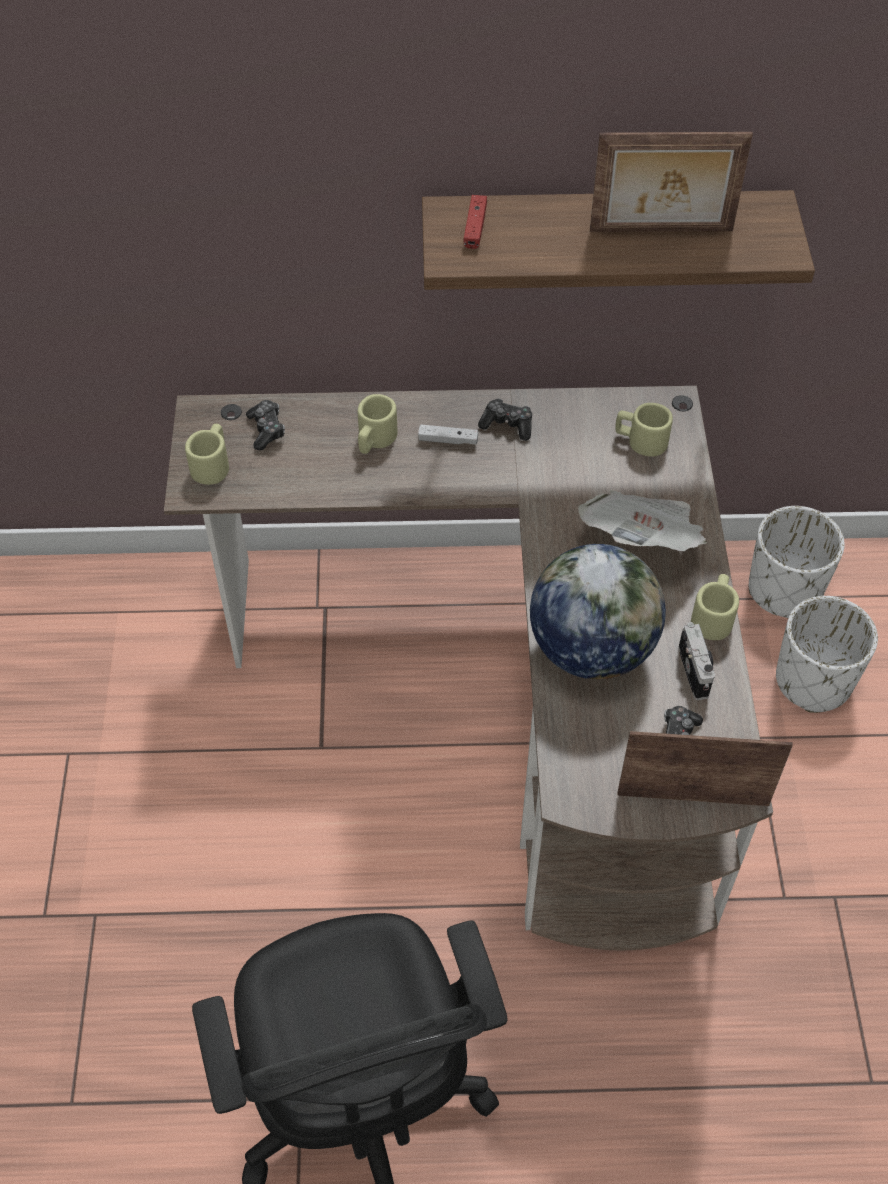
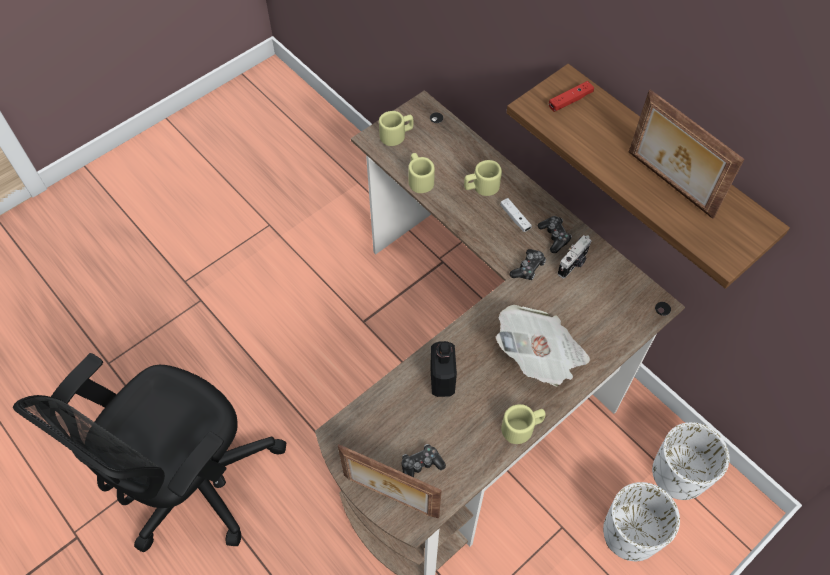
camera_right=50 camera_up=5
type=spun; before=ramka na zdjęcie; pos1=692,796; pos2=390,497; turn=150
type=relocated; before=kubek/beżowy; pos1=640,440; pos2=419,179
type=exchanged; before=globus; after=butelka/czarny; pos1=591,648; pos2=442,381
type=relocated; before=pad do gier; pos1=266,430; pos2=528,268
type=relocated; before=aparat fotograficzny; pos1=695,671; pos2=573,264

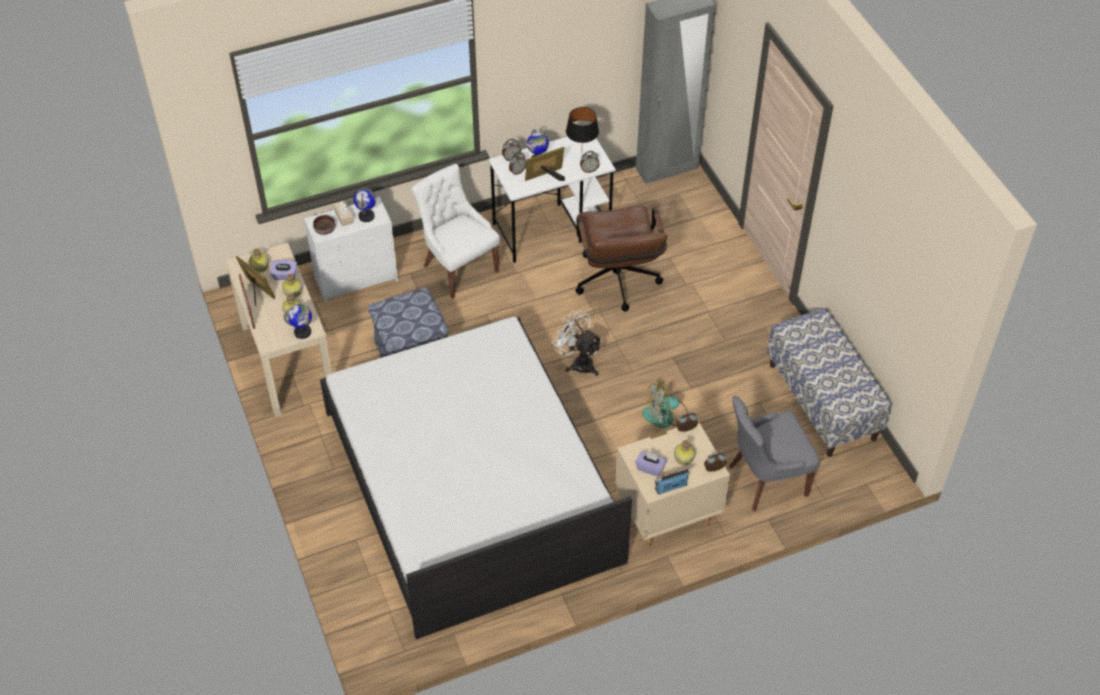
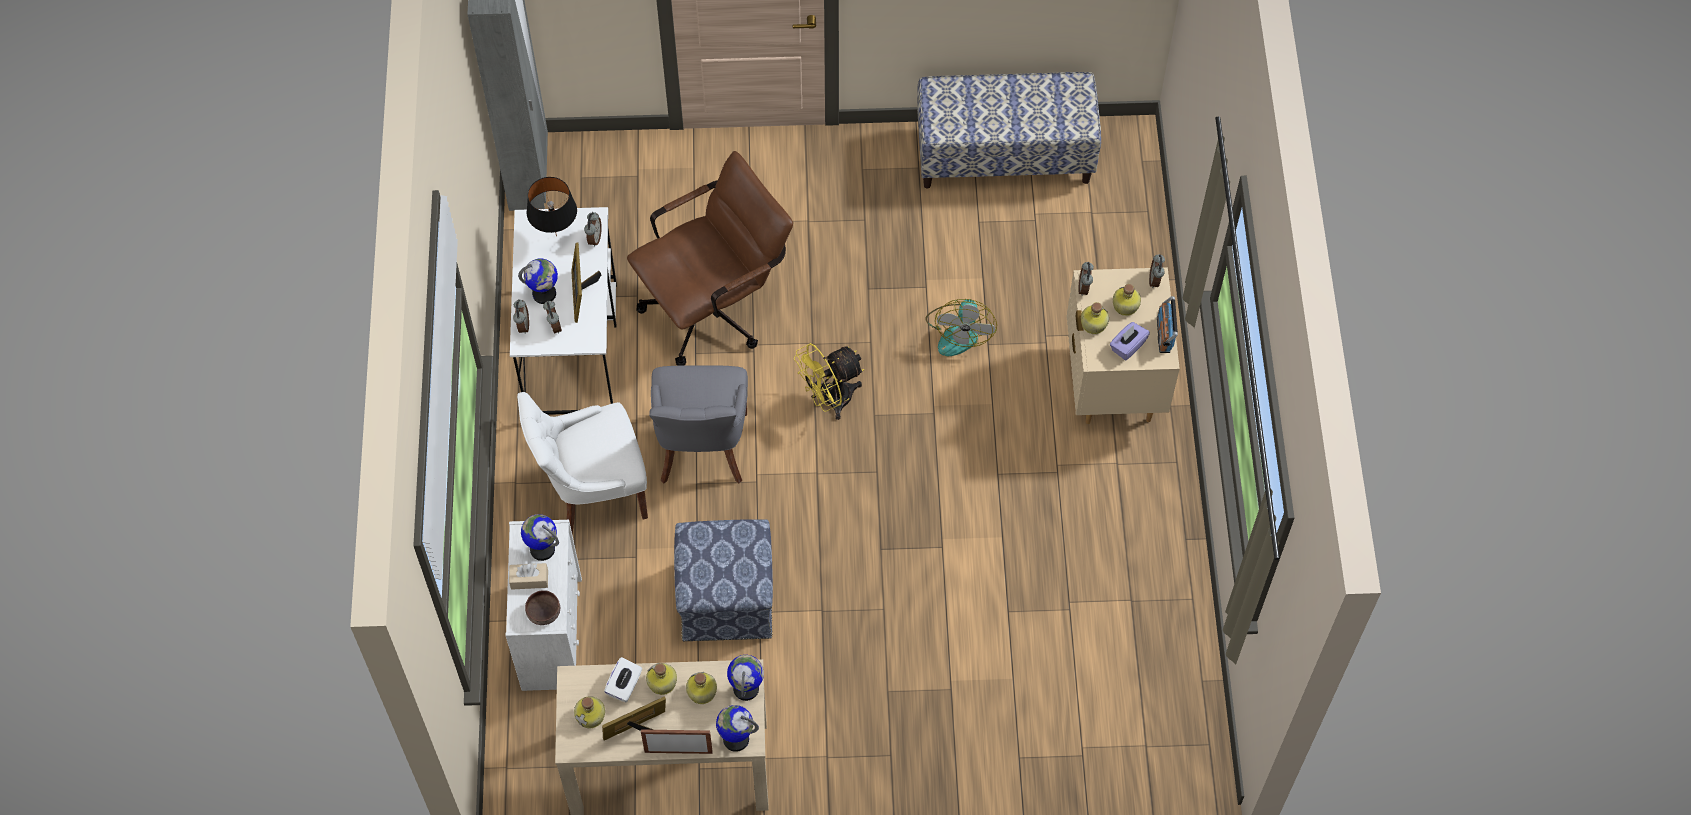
camera_right=-70 camera_up=10
type=colour; before=pudełko chusteczek/fioletowy; after=pudełko chusteczek/biały; pos1=284,276; pos2=624,686
type=spun; before=krzesło biurowe/brązowy; pos1=617,285; pos2=715,307; turn=-45
type=relocated; before=krzesło/szary; pos1=765,480; pos2=702,449
type=appeared; after=globus; pos2=735,739
type=colour; before=wentylator/biały; after=wentylator/żółty; pos1=578,362; pos2=830,400
type=appeared; after=butelka; pos2=1092,324
type=missing; before=łóżko/biały; pos1=472,486

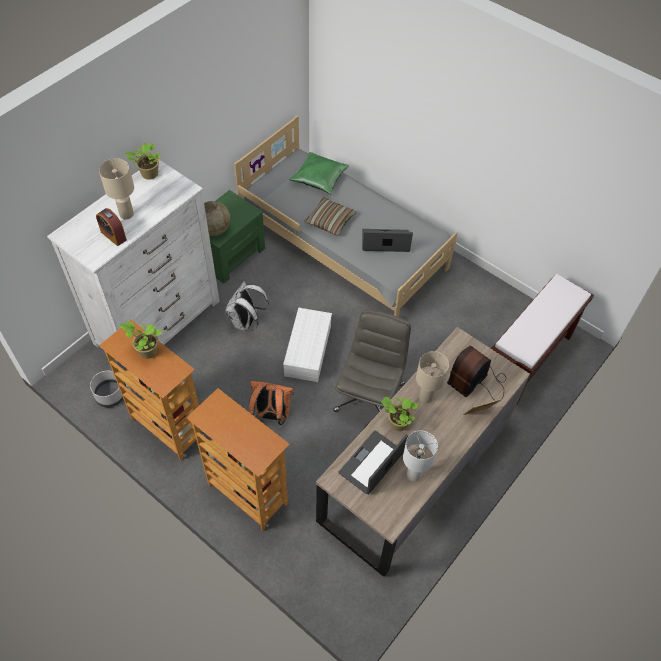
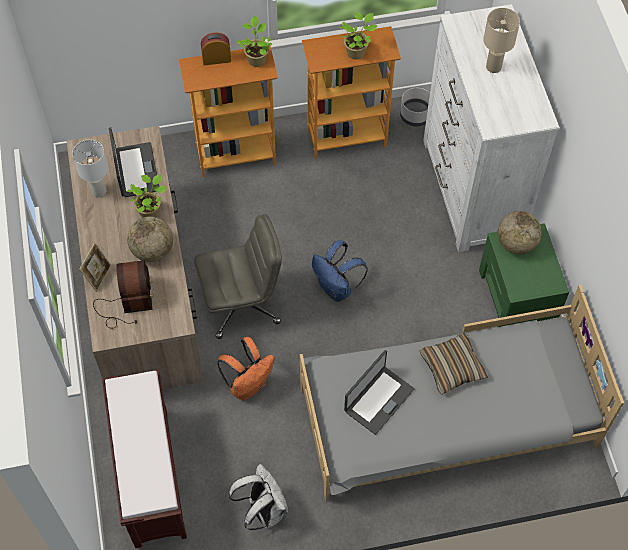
camera_right=130 camera_up=5
type=exchanged; before=lampa stołowa/beżowy; after=globus; pos1=425,396; pos2=153,250
type=spun; before=krzesło biurowe/szary; pos1=369,396; pos2=242,303; turn=-75
type=relocated; before=budzik; pos1=113,235; pos2=216,59
type=relocated; before=plecak/pomarańczowy; pos1=271,415; pos2=248,384
type=relocated; before=plecak/biały; pos1=246,322; pos2=263,510
type=relocated; before=roślina doniczkowa; pos1=148,174; pos2=256,59
type=exchanged; before=pojemnik do przechowywania/biały; after=plecak/niebieski; pos1=307,349; pos2=337,288
type=missing; before=poduszka/zielony; pos1=319,178

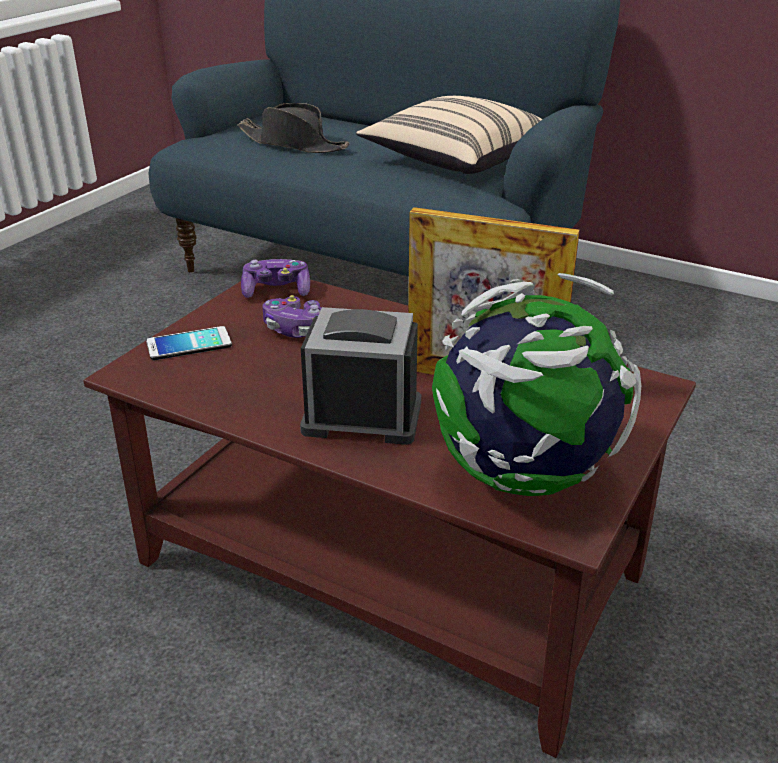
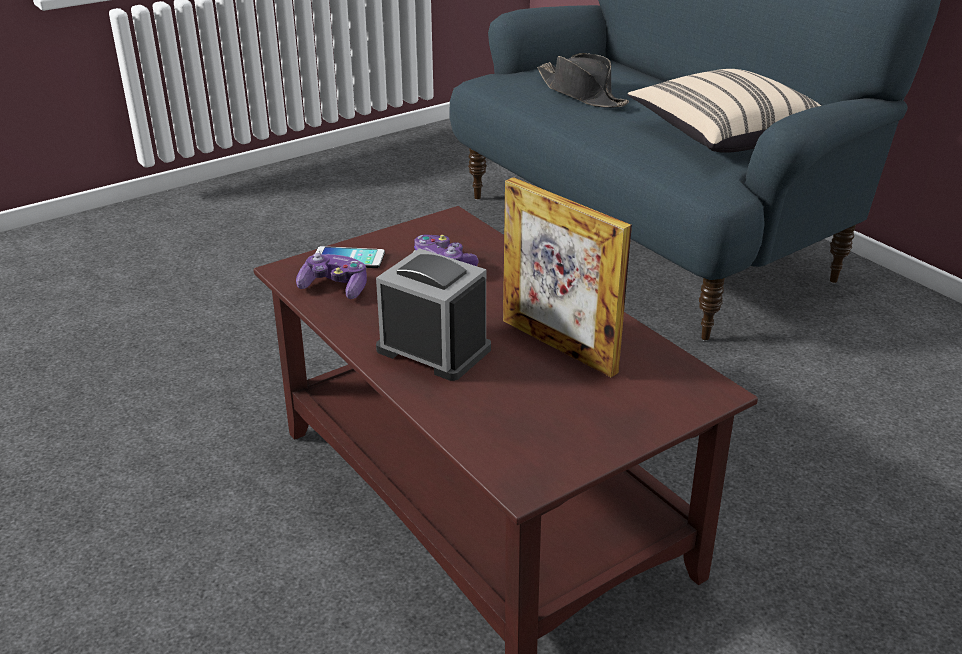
camera_right=25 camera_up=0
type=relocated; before=pad do gier; pos1=276,291; pos2=335,287
type=missing; before=globus; pos1=522,476

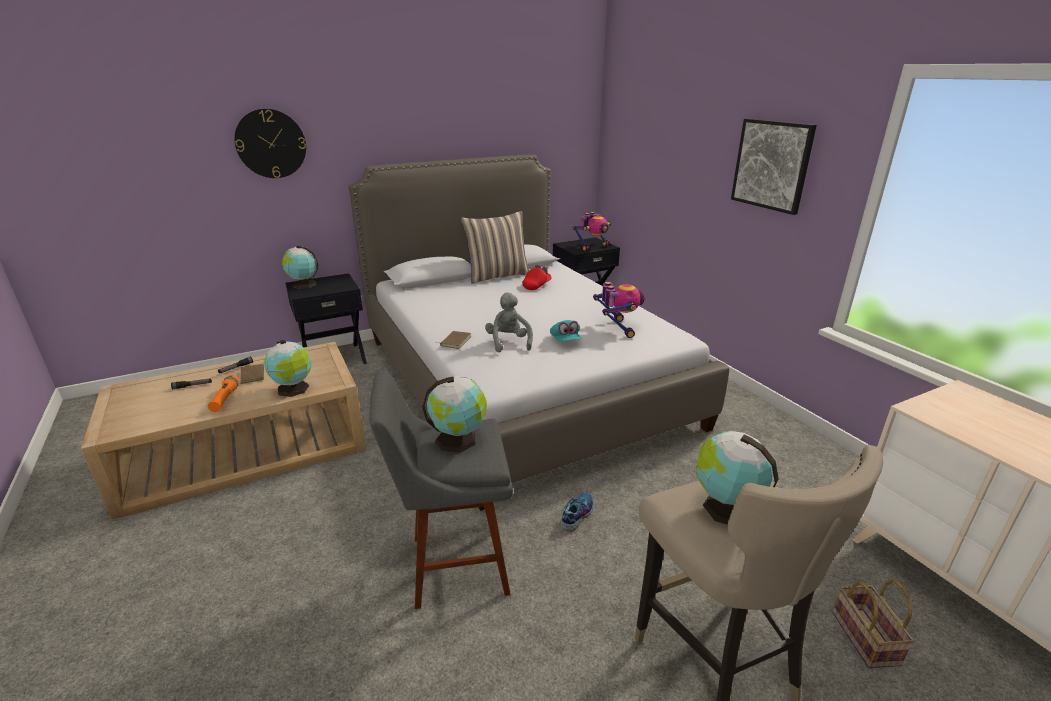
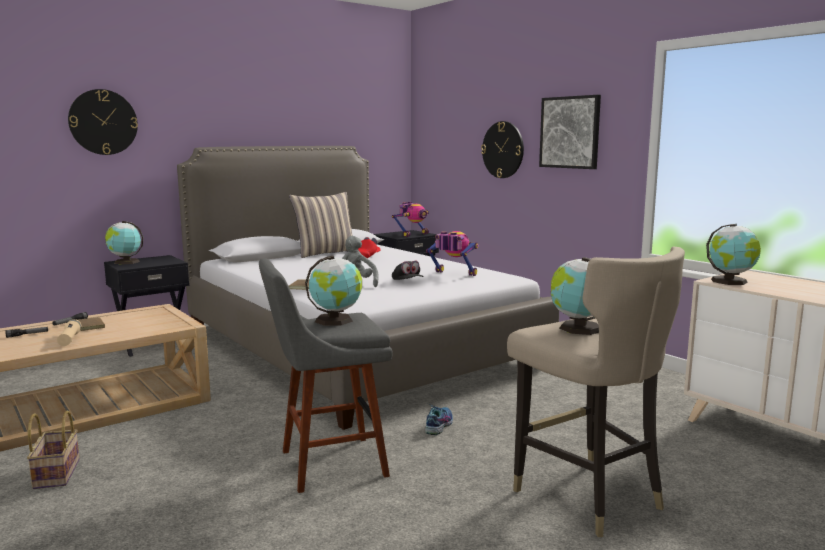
camera_right=-10 camera_up=-15
type=relocated; before=koszyk; pos1=862,636; pos2=56,473
type=colour; before=latarka/pomarańczowy; after=latarka/beżowy; pos1=225,399; pos2=70,339
type=colour; before=czapka z daszkiem/turkusowy; after=czapka z daszkiem/czarny; pos1=565,340; pos2=407,282
type=spun; before=robot zabawkowy; pos1=617,328; pos2=453,275; turn=-45
type=appeared; after=zegar ścienny; pos2=503,149
type=relocated; before=globus; pos1=294,389; pos2=731,281

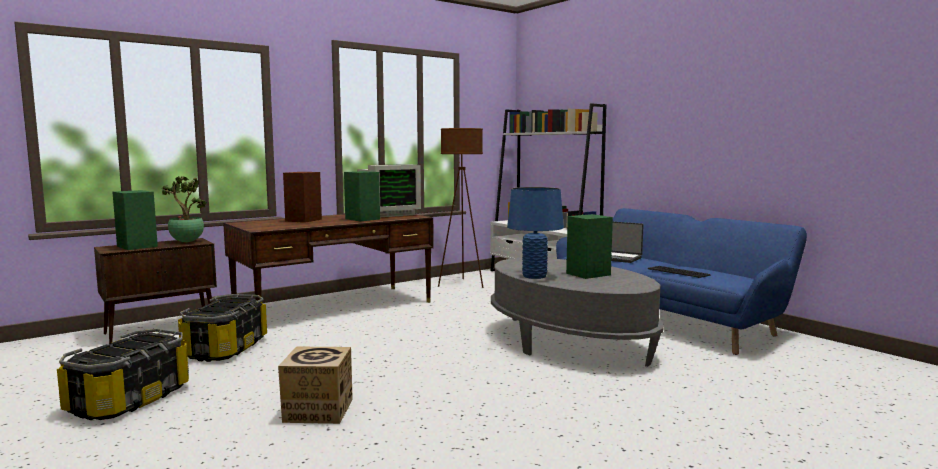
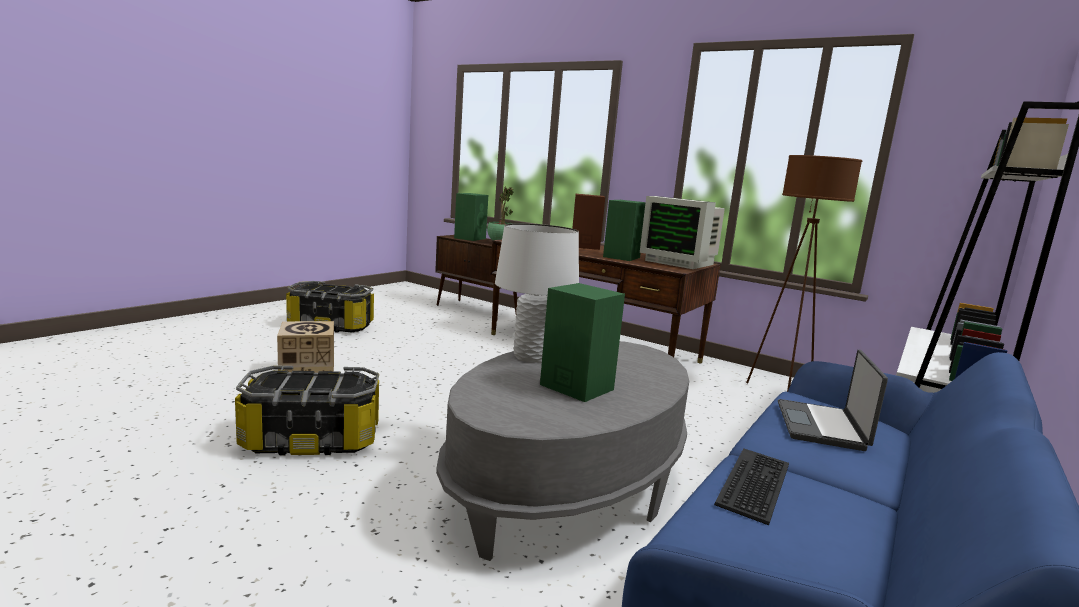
camera_right=70 camera_up=5
type=relocated; before=pojemnik do przechowywania; pos1=225,348; pos2=312,440
type=colour; before=lampa stołowa/niebieski; after=lampa stołowa/biały; pos1=534,276; pos2=531,357

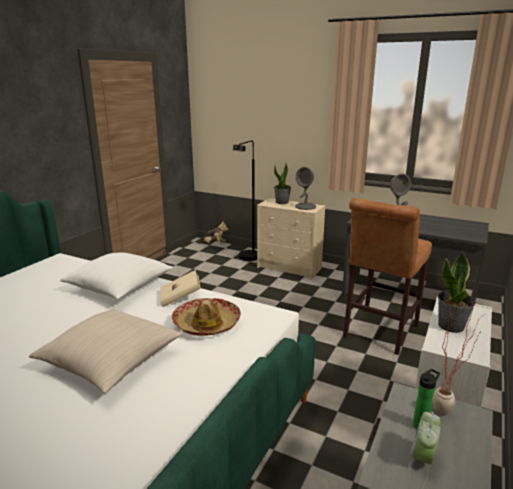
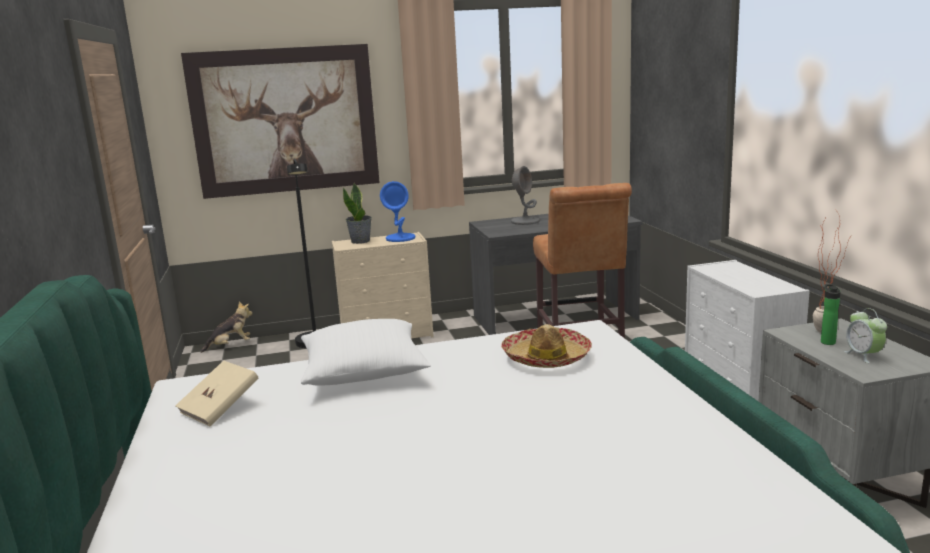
camera_right=-40 camera_up=-5
type=relocated; before=książka/beżowy; pos1=180,298; pos2=220,409
type=appeared; after=obraz; pos2=285,121
type=colour; before=lampa stołowa/szary; after=lampa stołowa/niebieski; pos1=305,207; pos2=400,238
type=missing; before=poduszka/beżowy; pos1=111,361
type=missing; before=roślina doniczkowa; pos1=451,326

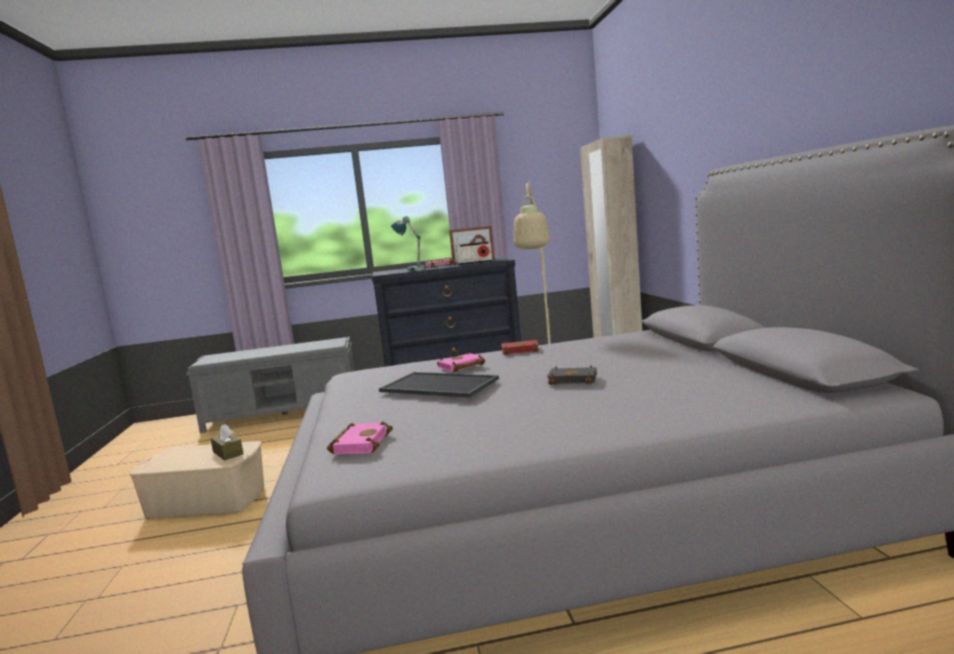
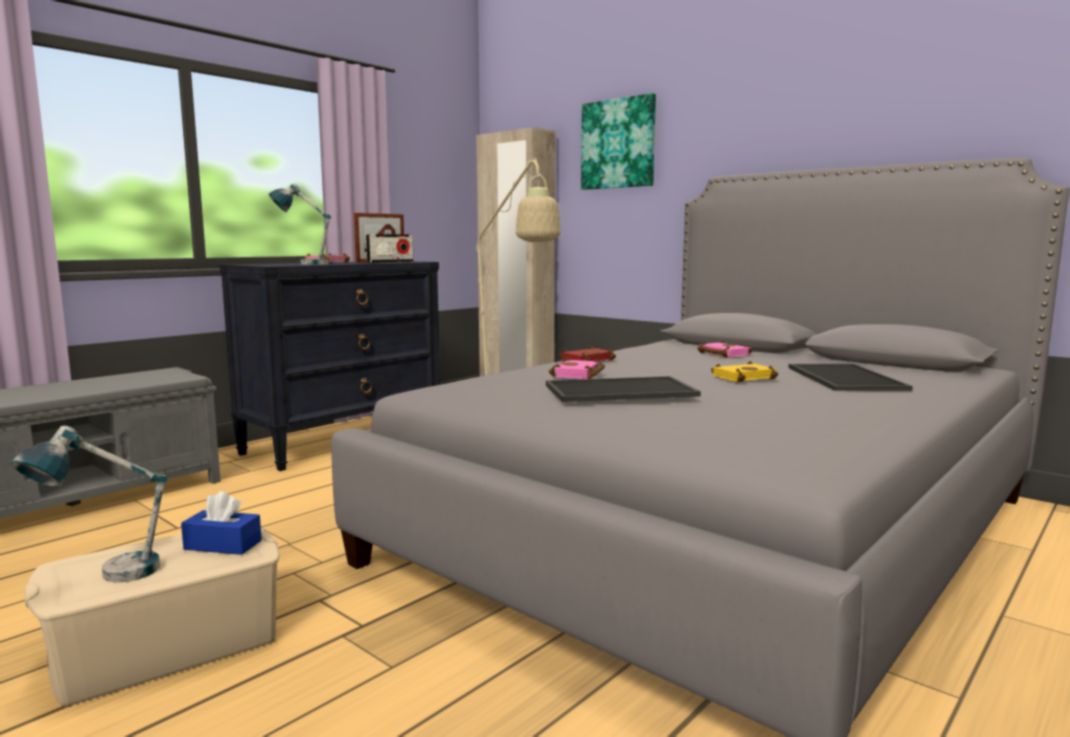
camera_right=-40 camera_up=0
type=appeared; after=lampa stołowa; pos2=105,576
type=colour; before=pudełko chusteczek/brązowy; after=pudełko chusteczek/niebieski; pos1=228,453; pos2=223,545
type=appeared; after=obraz; pos2=618,144
type=relocated; before=książka/różowy; pos1=360,443; pos2=722,354
type=colour; before=książka/czarny; after=książka/żółty; pos1=574,379; pos2=743,377
type=appeared; after=taca; pos2=842,378

